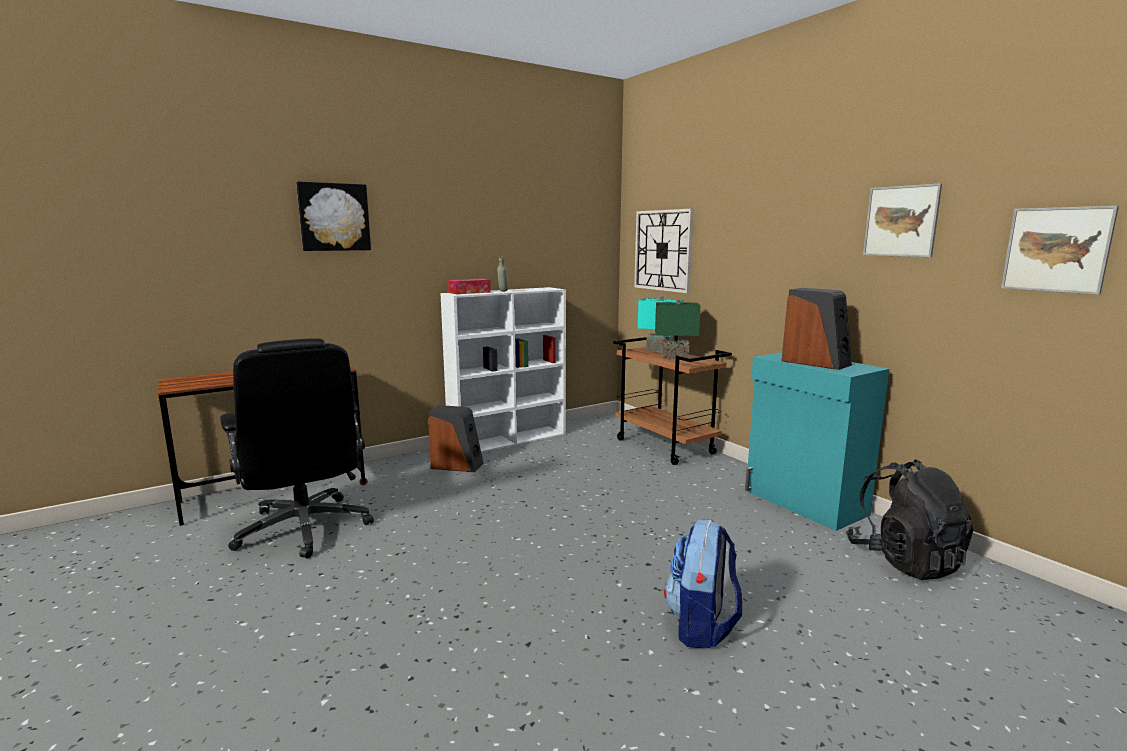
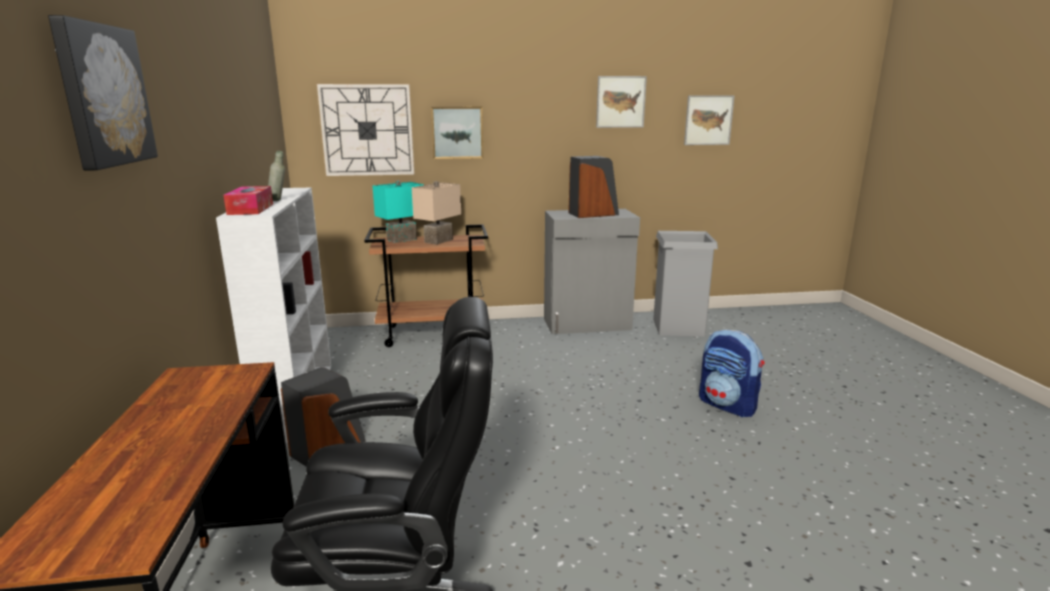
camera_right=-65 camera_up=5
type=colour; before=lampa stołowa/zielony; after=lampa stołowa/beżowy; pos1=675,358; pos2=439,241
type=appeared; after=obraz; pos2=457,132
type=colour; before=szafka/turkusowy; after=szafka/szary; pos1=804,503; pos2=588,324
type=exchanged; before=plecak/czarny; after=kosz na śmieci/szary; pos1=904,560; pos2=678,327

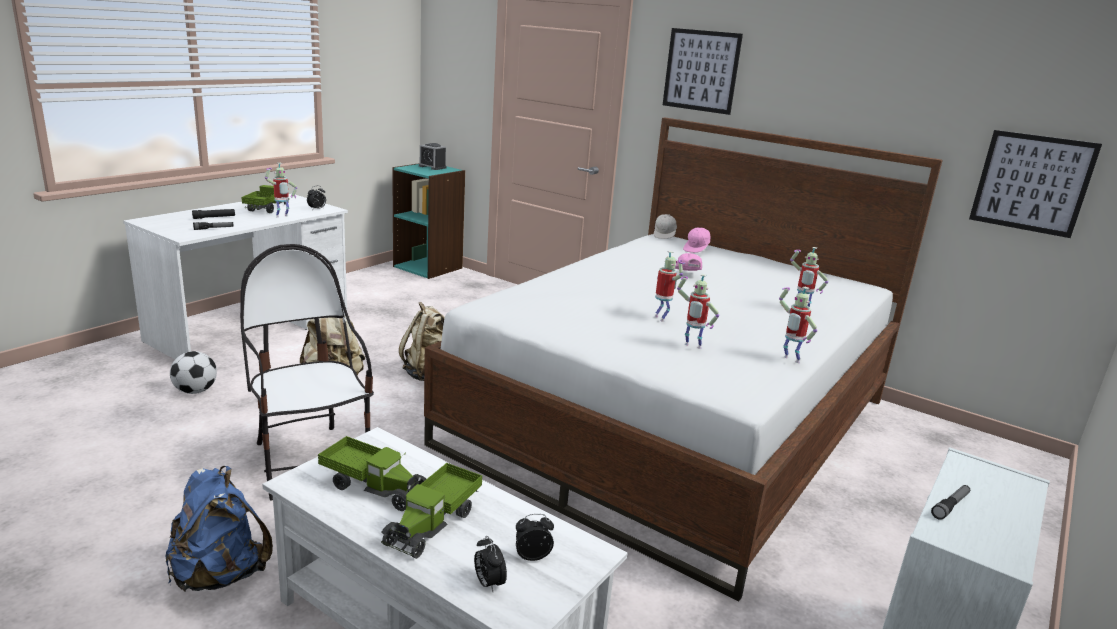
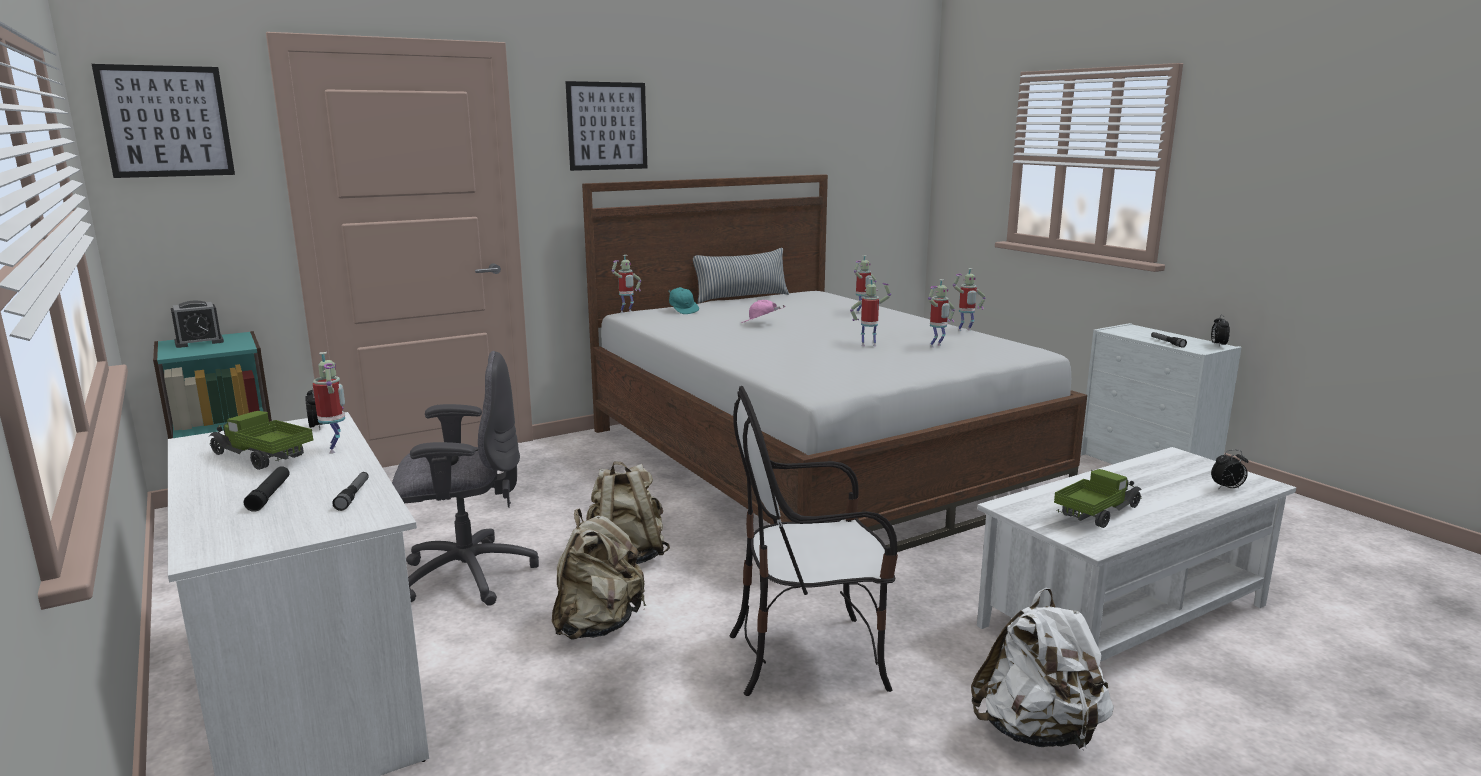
camera_right=-65 camera_up=-5
type=relocated; before=obraz; pos1=1032,183; pos2=166,121
type=appeared; after=krzesło biurowe/szary; pos2=465,575
type=exchanged; before=czapka z daszkiem/biały; after=robot zabawkowy; pos1=664,235; pos2=626,312
type=colour; before=czapka z daszkiem/różowy; after=czapka z daszkiem/turkusowy; pos1=697,249; pos2=683,310
type=appeared; after=poduszka; pos2=741,297
type=colour; before=plecak/niebieski; after=plecak/biały; pos1=219,574; pos2=1038,732
type=relocated; before=budzik; pos1=532,556; pos2=1218,345
type=missing; before=piłka futbolowa; pos1=195,391
type=missing; before=ciężarówka zabawkowa; pos1=433,523

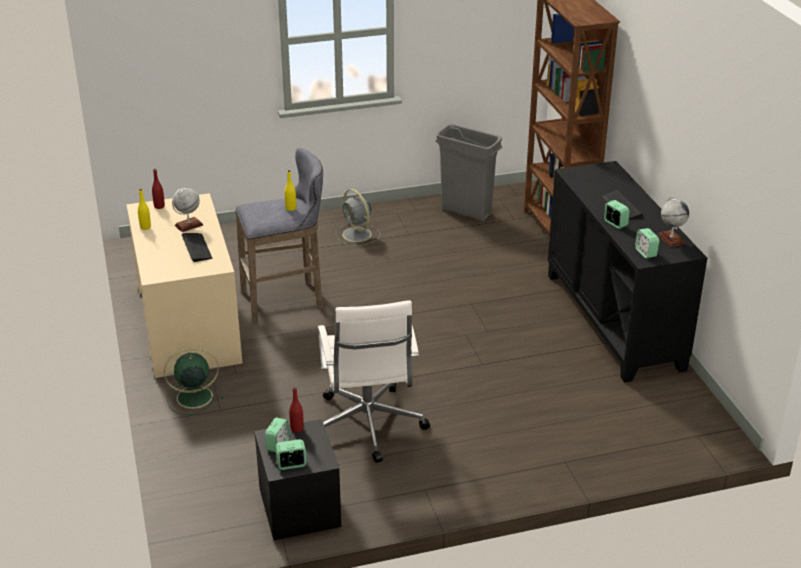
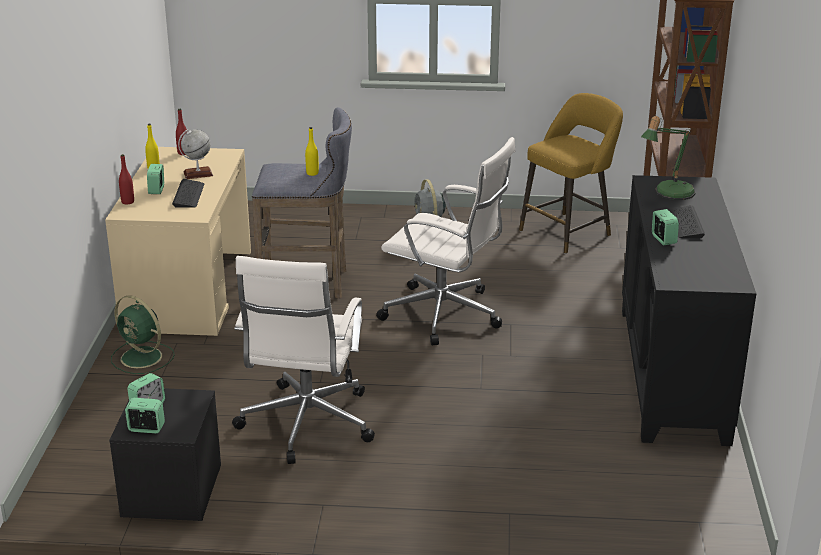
camera_right=20 camera_up=-5
type=spun; before=wentylator/zielony; pos1=192,397; pos2=143,358; turn=-150
type=relocated; before=butelka/czerwony; pos1=297,428; pos2=127,202
type=relocated; before=budzik; pos1=645,252; pos2=156,190
type=appeared; after=krzesło biurowe/biały; pos2=445,315
type=exchanged; before=kosz na śmieci/szary; after=stołek/żółty; pos1=466,212; pos2=568,232
type=appeared; after=lampa stołowa; pos2=669,193
type=missing; before=globus; pos1=671,239

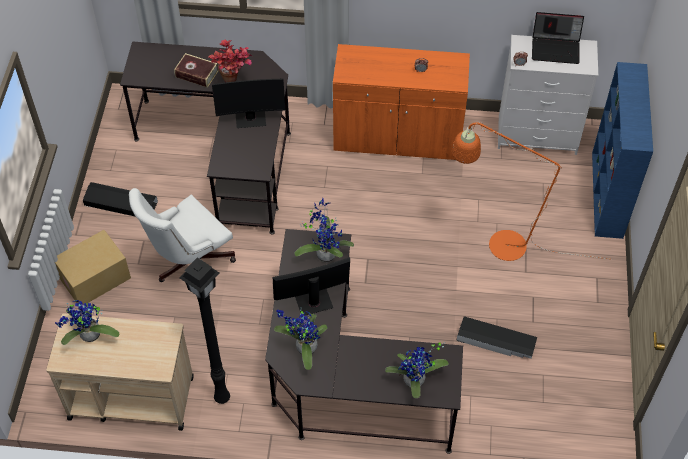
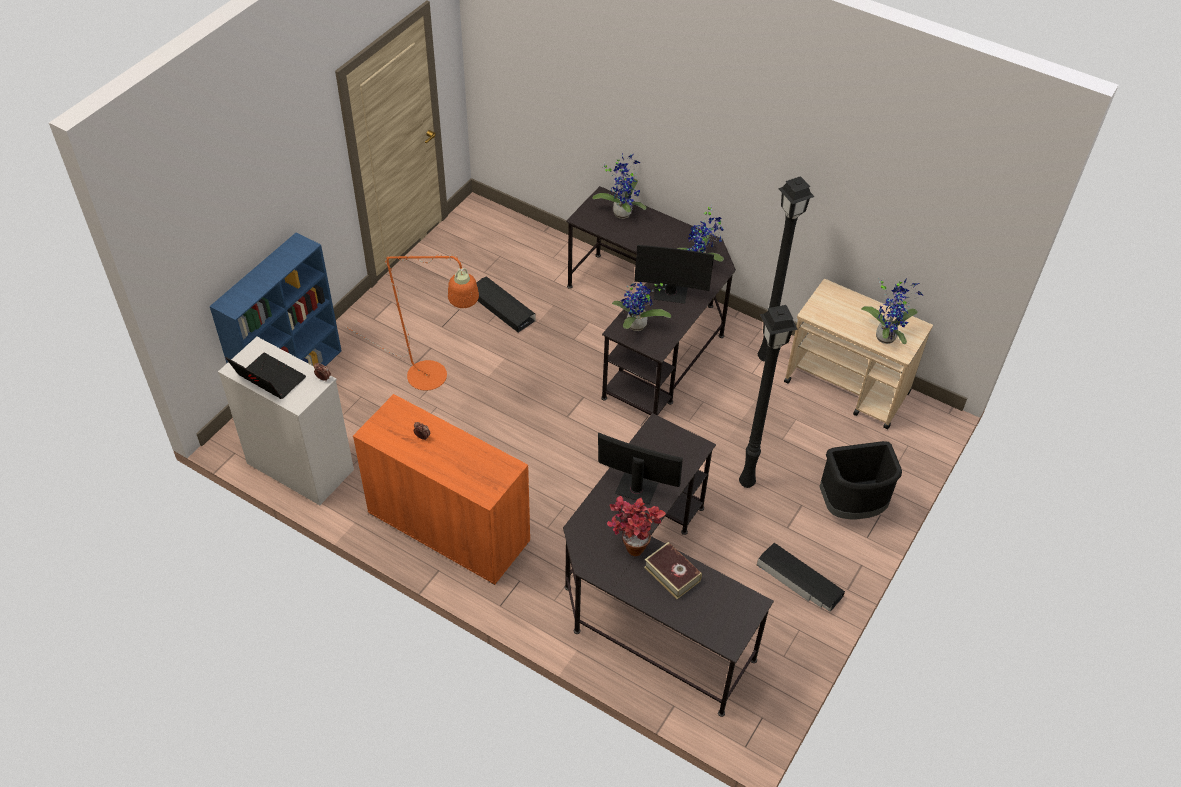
camera_right=-155 camera_up=-5
type=exchanged; before=krzesło biurowe/biały; after=lampa stojąca/czarny; pos1=189,264; pos2=748,483
type=exchanged; before=karton; after=kosz na śmieci/czarny; pos1=95,279; pos2=852,507

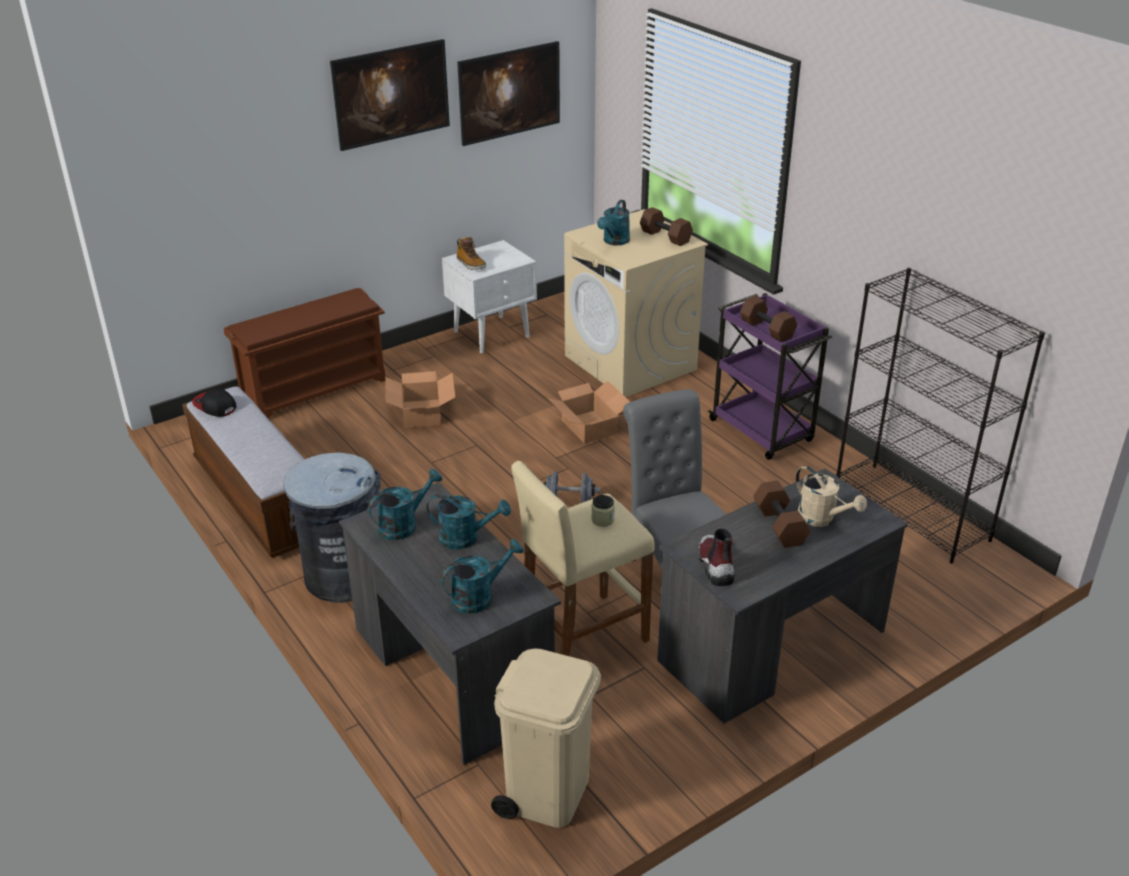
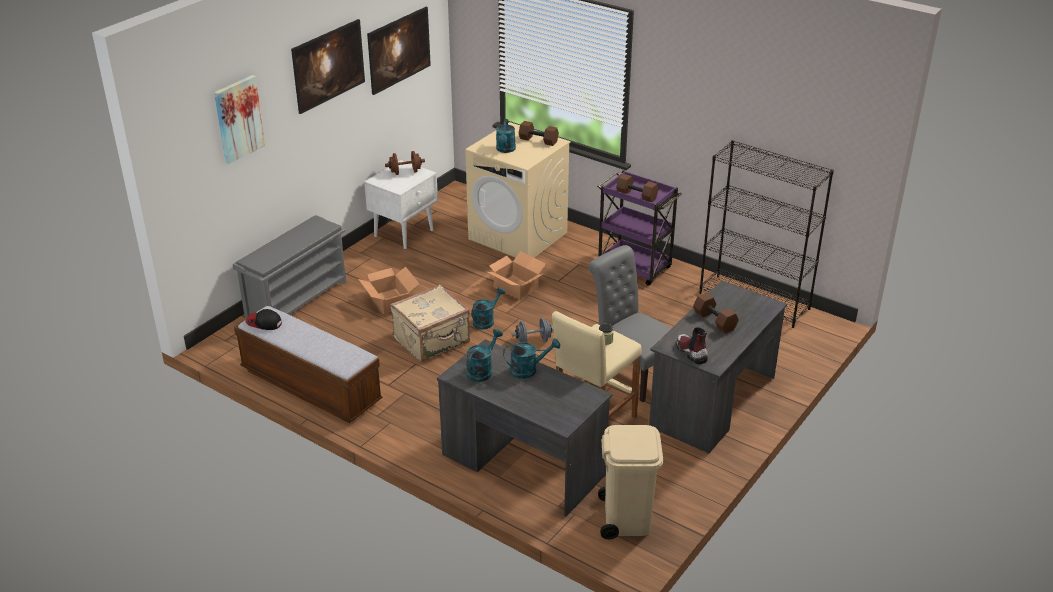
camera_right=-20 camera_up=0
type=appeared; after=obraz; pos2=238,119
type=colour; before=regał na buty/brązowy; after=regał na buty/szary; pos1=315,390; pos2=297,299
type=appeared; after=hantel/brązowy; pos2=405,172
type=appeared; after=walizka/beżowy; pos2=432,341
type=relocated; before=konewka/turkusowy; pos1=479,596; pos2=486,321
type=missing; before=kosz na śmieci/szary; pos1=345,575
type=missing; before=but z cholewką; pos1=470,264
type=missing; before=konewka/beżowy; pos1=822,519

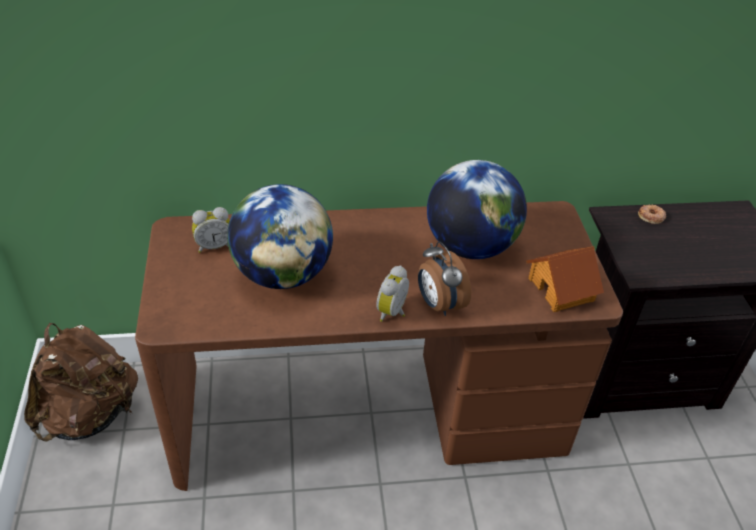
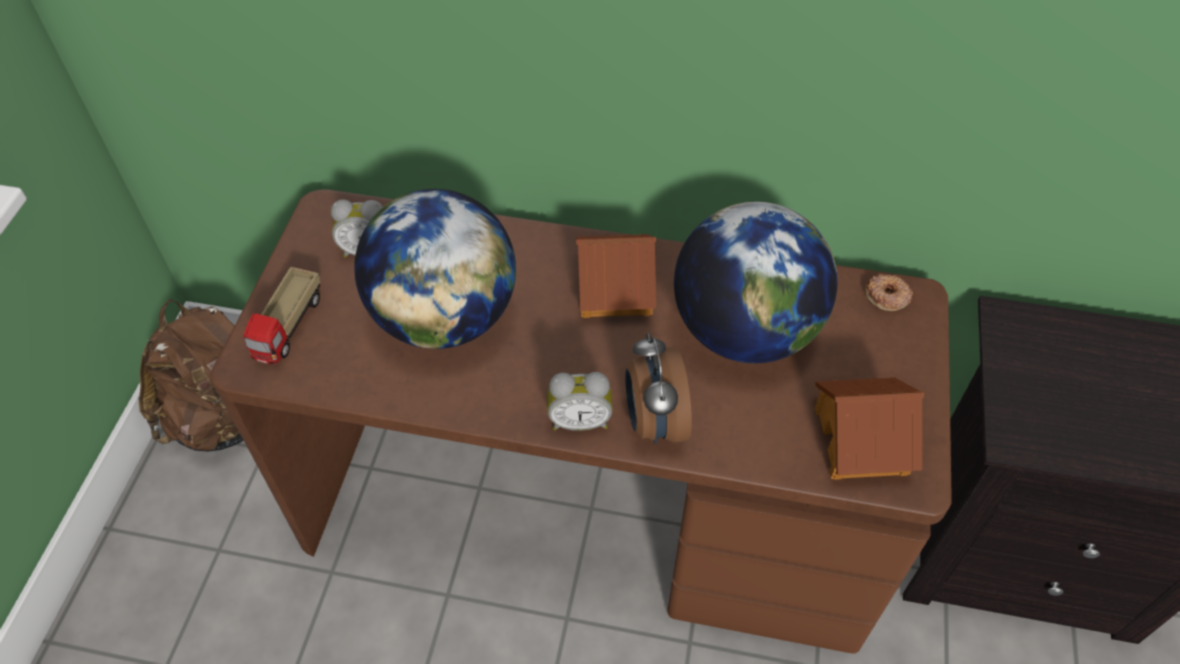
camera_right=20 camera_up=10
type=appeared; after=ciężarówka zabawkowa; pos2=290,327
type=spun; before=budzik; pos1=394,313; pos2=579,420; turn=-135
type=appeared; after=domek; pos2=613,287
type=relocated; before=donut; pos1=651,216; pos2=887,296

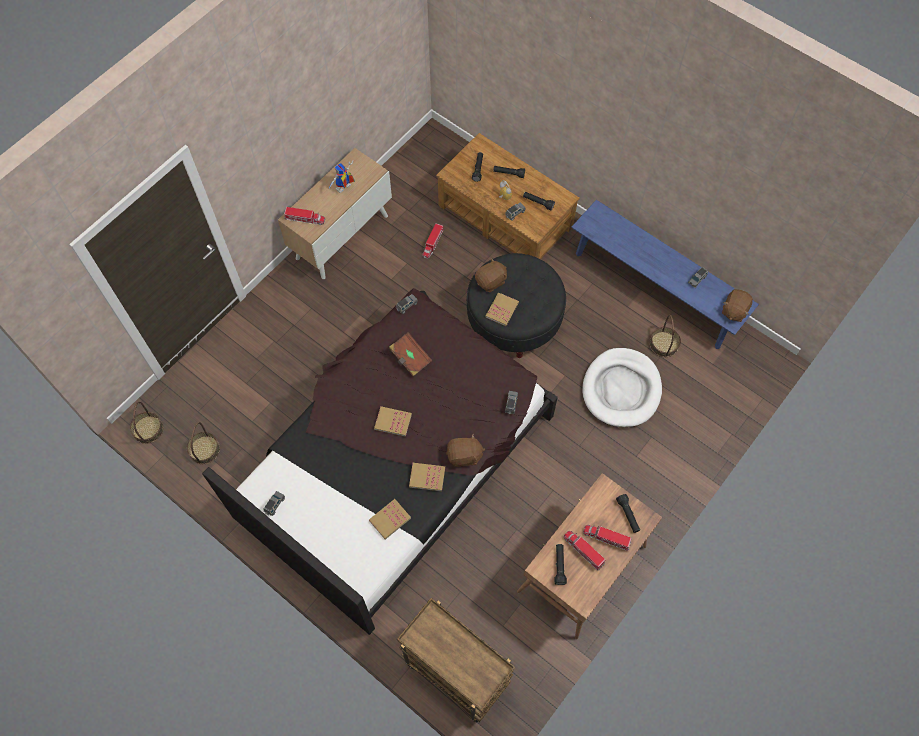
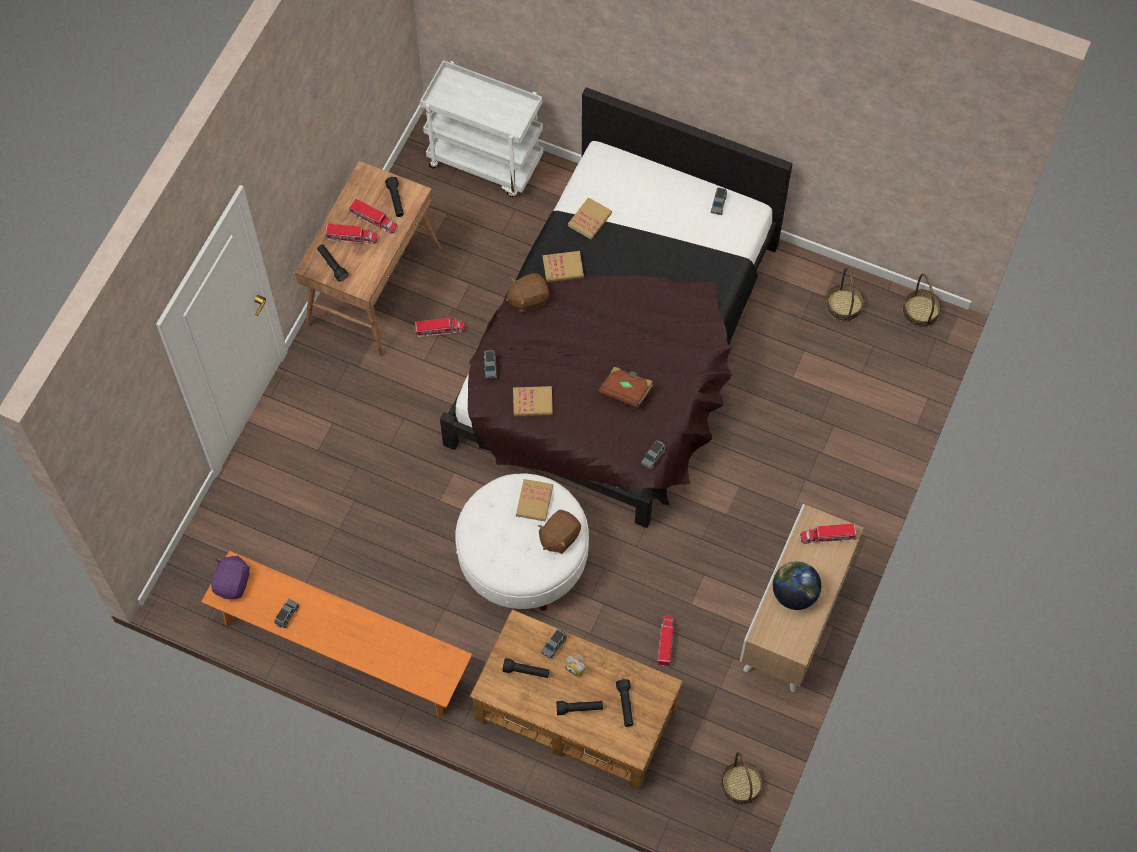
camera_right=165 camera_up=0
type=colour; before=ławka/niebieski; after=ławka/pomarańczowy; pos1=654,289; pos2=342,650
type=colour; before=pluszak/brązowy; after=pluszak/fioletowy; pos1=734,310; pos2=233,583
type=appeared; after=ciężarówka zabawkowa; pos2=439,330
type=colour; before=wózek/brązowy; after=wózek/biały; pos1=454,671; pos2=486,162
type=colour; before=pufa/czarny; after=pufa/biały; pos1=513,319; pos2=523,558
type=relocated; before=książka; pos1=393,422; pos2=532,402
type=relocated; before=koszyk; pos1=664,344; pos2=741,785
type=exchanged; before=robot zabawkowy; after=globus; pos1=344,189; pos2=794,594
type=missing; before=legowisko/biały; pos1=621,389

